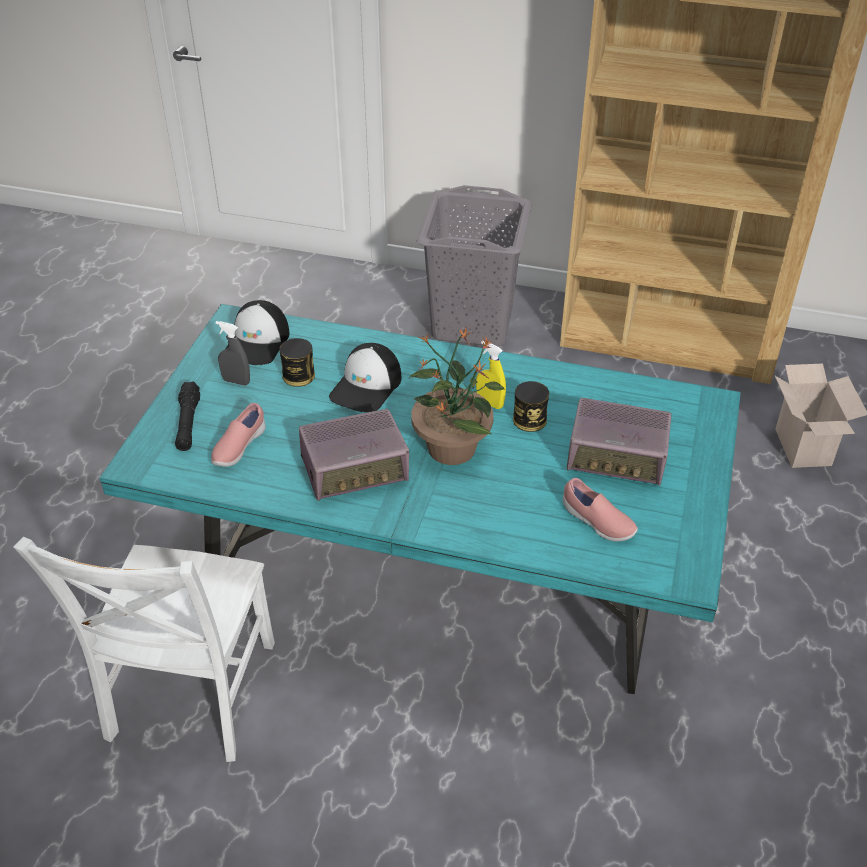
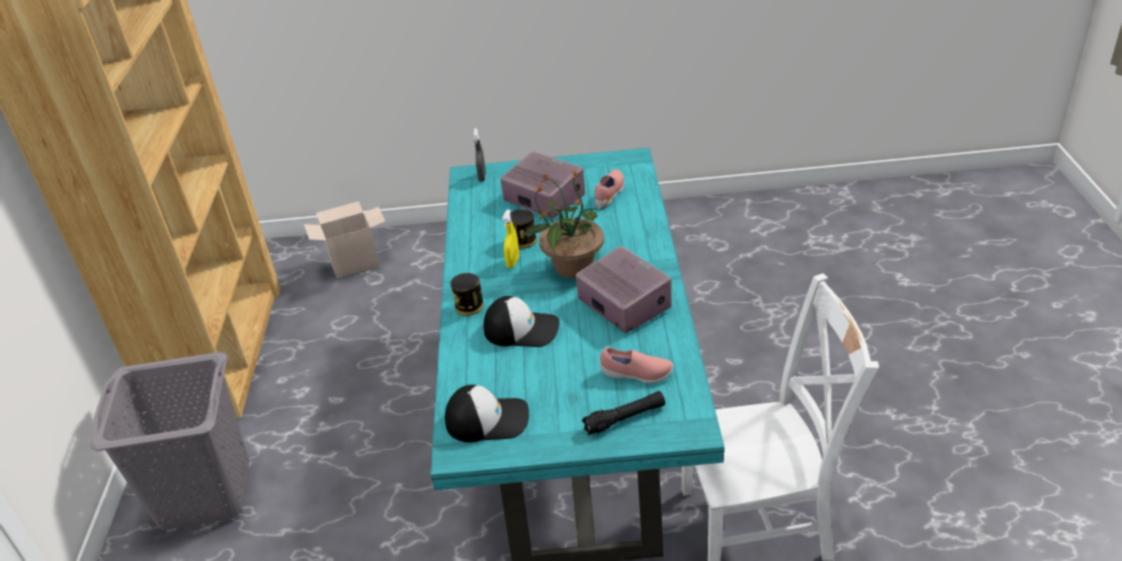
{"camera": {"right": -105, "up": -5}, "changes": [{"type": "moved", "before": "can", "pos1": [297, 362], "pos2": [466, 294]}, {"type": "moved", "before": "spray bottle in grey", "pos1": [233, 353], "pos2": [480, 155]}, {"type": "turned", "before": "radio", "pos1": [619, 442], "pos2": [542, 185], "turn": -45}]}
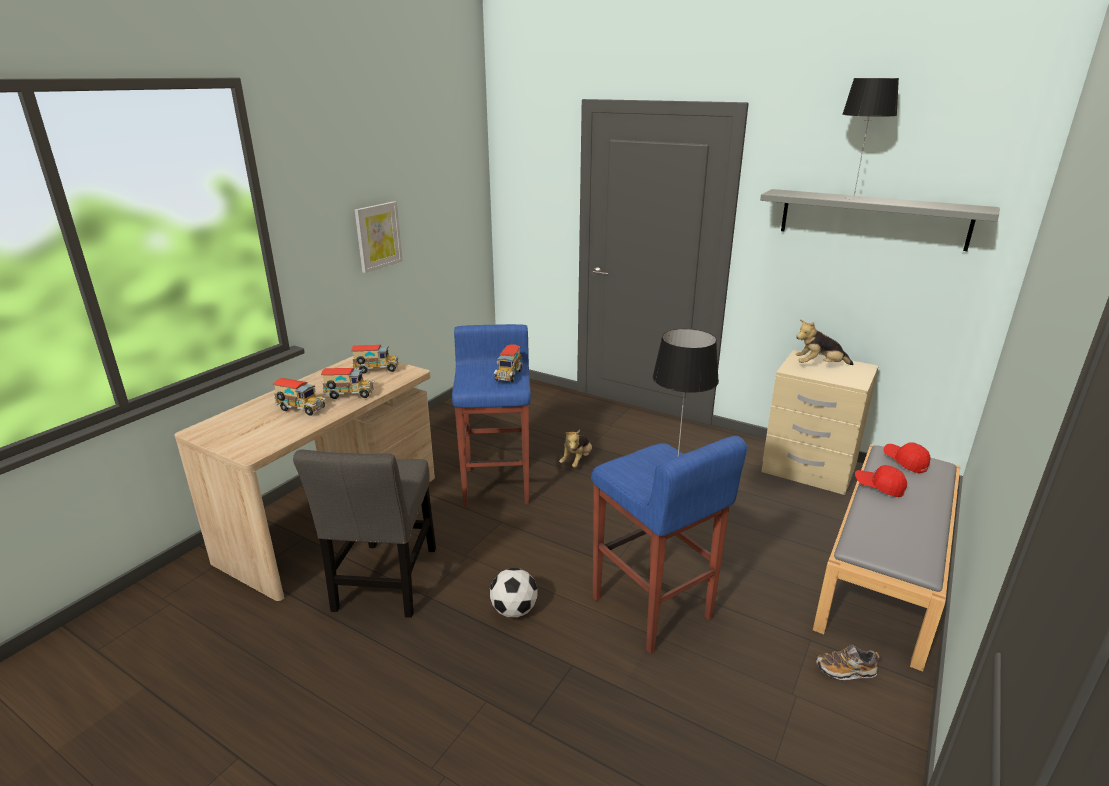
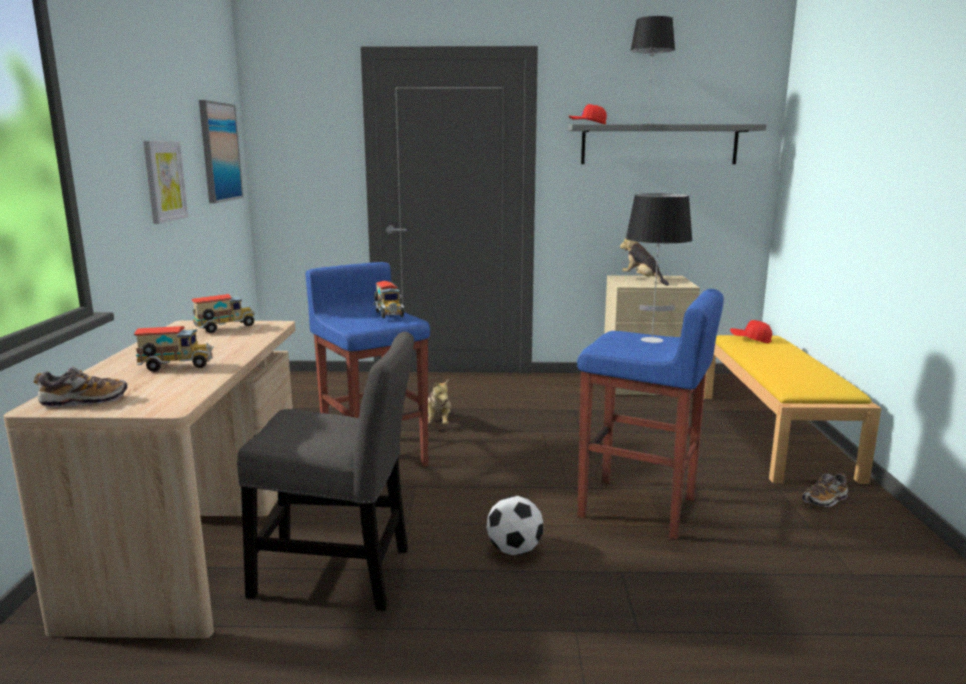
{"camera": {"right": -30, "up": -10}, "changes": [{"type": "added", "after": "shoe", "pos2": [81, 386]}, {"type": "added", "after": "picture", "pos2": [221, 151]}, {"type": "turned", "before": "chair in grey", "pos1": [364, 534], "pos2": [325, 471], "turn": -60}, {"type": "moved", "before": "cap in red", "pos1": [881, 481], "pos2": [588, 114]}, {"type": "turned", "before": "plush toy", "pos1": [825, 342], "pos2": [644, 262], "turn": 90}, {"type": "recoloured", "before": "bench in grey", "after": "bench in yellow", "pos1": [886, 557], "pos2": [792, 409]}, {"type": "removed", "before": "toy truck", "pos1": [347, 383]}]}
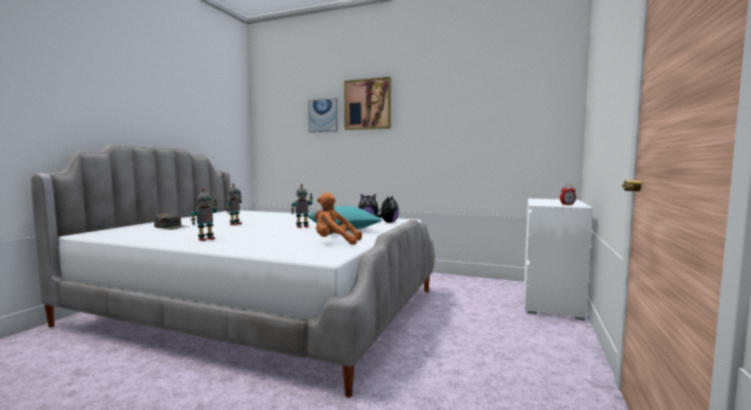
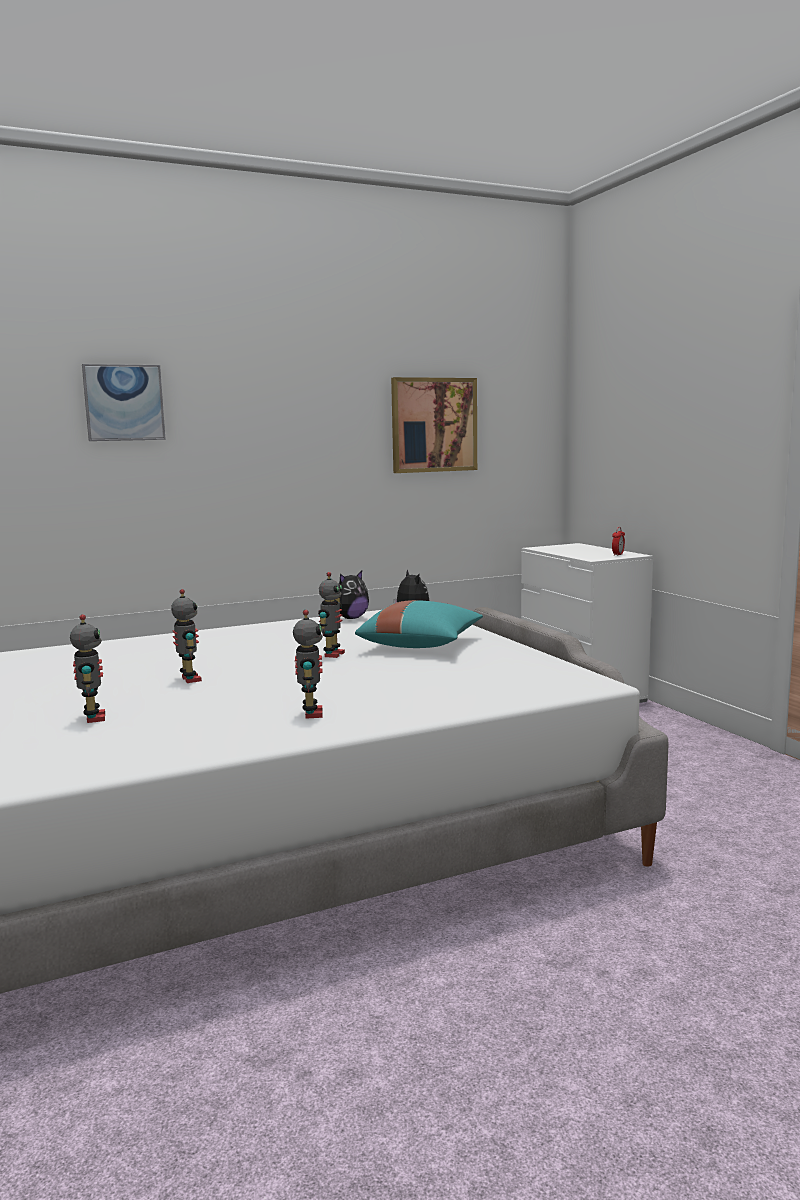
{"camera": {"right": -45, "up": 5}, "changes": [{"type": "replaced", "before": "cap in green", "after": "toy robot", "pos1": [171, 221], "pos2": [87, 668]}, {"type": "moved", "before": "picture", "pos1": [367, 103], "pos2": [434, 425]}, {"type": "removed", "before": "plush toy in orange", "pos1": [339, 218]}]}
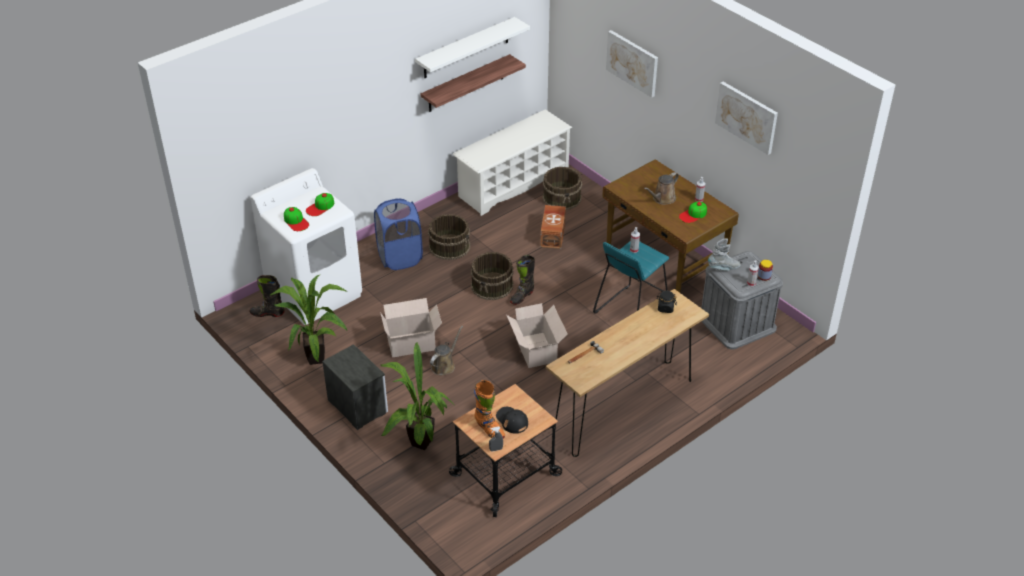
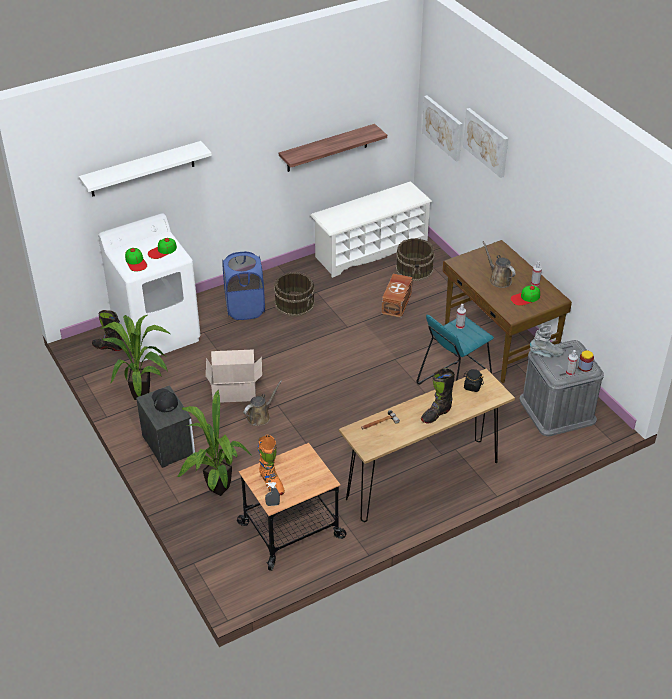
{"camera": {"right": 10, "up": 0}, "changes": [{"type": "moved", "before": "shelf in white", "pos1": [472, 47], "pos2": [145, 168]}, {"type": "moved", "before": "cap in black", "pos1": [512, 420], "pos2": [165, 400]}, {"type": "moved", "before": "boot in black", "pos1": [522, 280], "pos2": [438, 395]}, {"type": "moved", "before": "picture", "pos1": [746, 118], "pos2": [442, 128]}, {"type": "turned", "before": "watering can in brown", "pos1": [661, 188], "pos2": [499, 264], "turn": 90}, {"type": "removed", "before": "bucket in brown", "pos1": [492, 276]}, {"type": "removed", "before": "cardboard box", "pos1": [537, 335]}]}
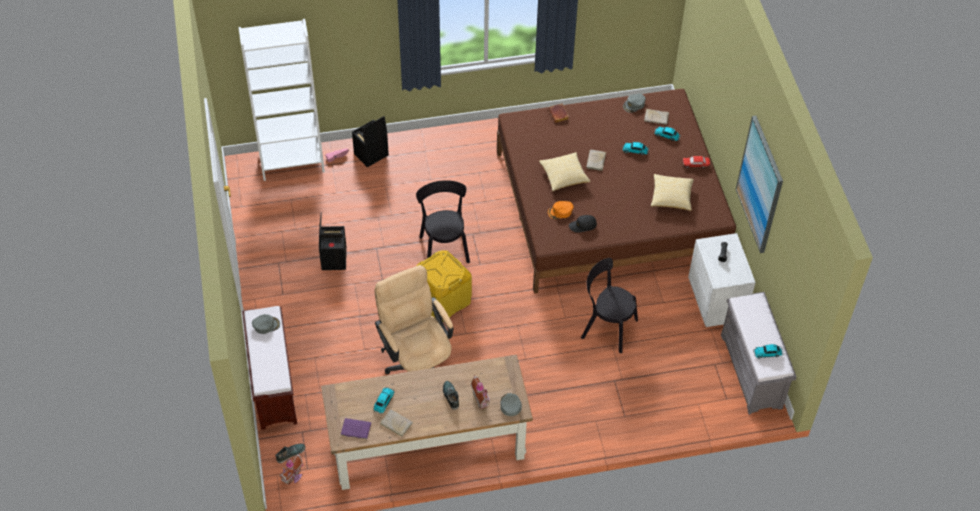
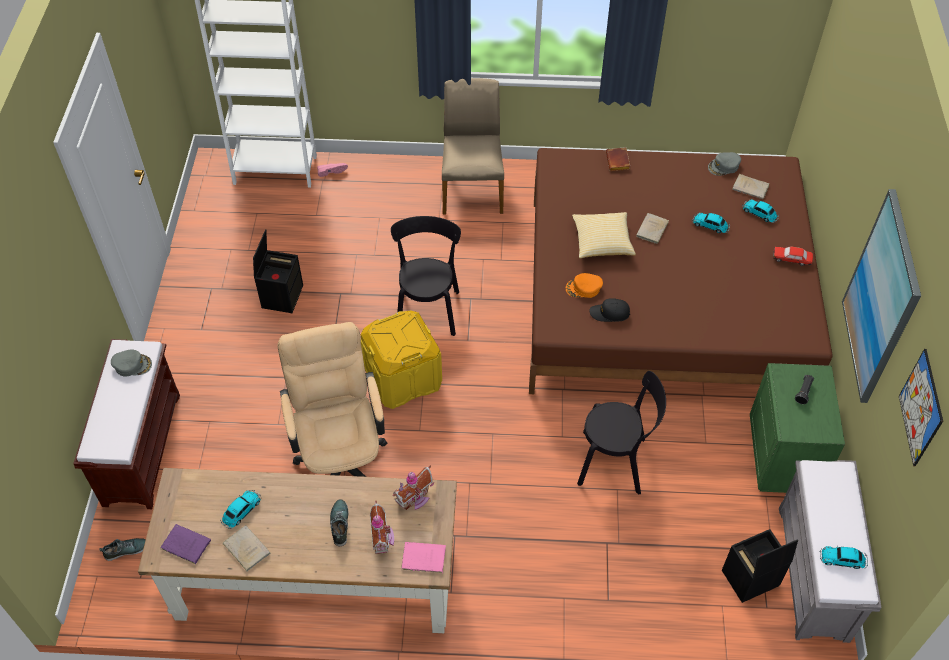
{"camera": {"right": 15, "up": 0}, "changes": [{"type": "moved", "before": "toy house", "pos1": [291, 469], "pos2": [413, 487]}, {"type": "replaced", "before": "cap in grey", "after": "book in pink", "pos1": [511, 404], "pos2": [423, 557]}, {"type": "added", "after": "chair in beige", "pos2": [473, 146]}, {"type": "turned", "before": "chair in black", "pos1": [609, 305], "pos2": [621, 432], "turn": 150}, {"type": "moved", "before": "storage box in black", "pos1": [370, 141], "pos2": [760, 566]}, {"type": "recoloured", "before": "nightstand in white", "after": "nightstand in green", "pos1": [722, 280], "pos2": [797, 428]}, {"type": "added", "after": "picture", "pos2": [921, 407]}, {"type": "removed", "before": "pillow", "pos1": [672, 192]}]}
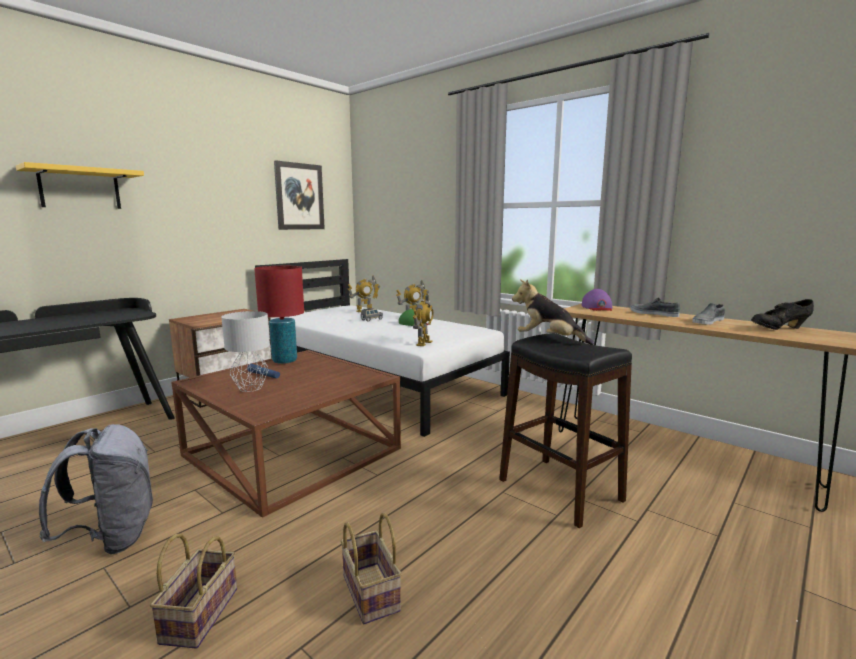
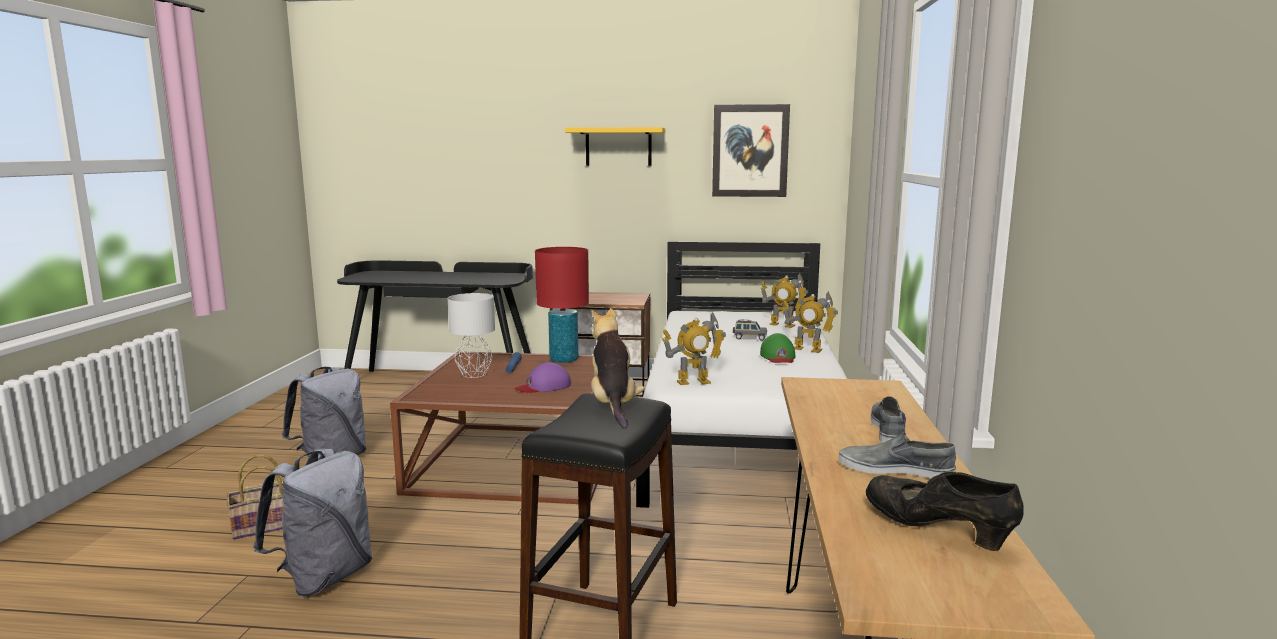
{"camera": {"right": 55, "up": 0}, "changes": [{"type": "replaced", "before": "basket", "after": "backpack in grey", "pos1": [371, 568], "pos2": [312, 523]}, {"type": "moved", "before": "cap in purple", "pos1": [597, 300], "pos2": [543, 377]}, {"type": "moved", "before": "shelf in yellow", "pos1": [80, 185], "pos2": [615, 146]}]}
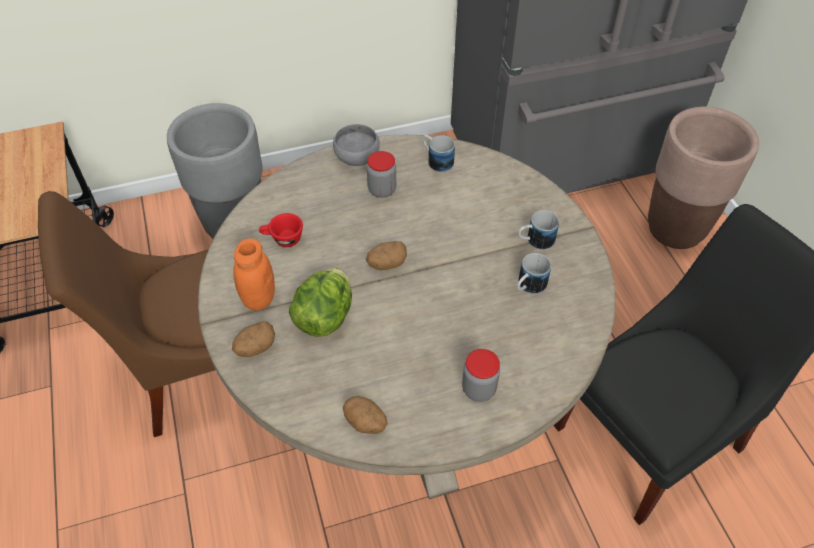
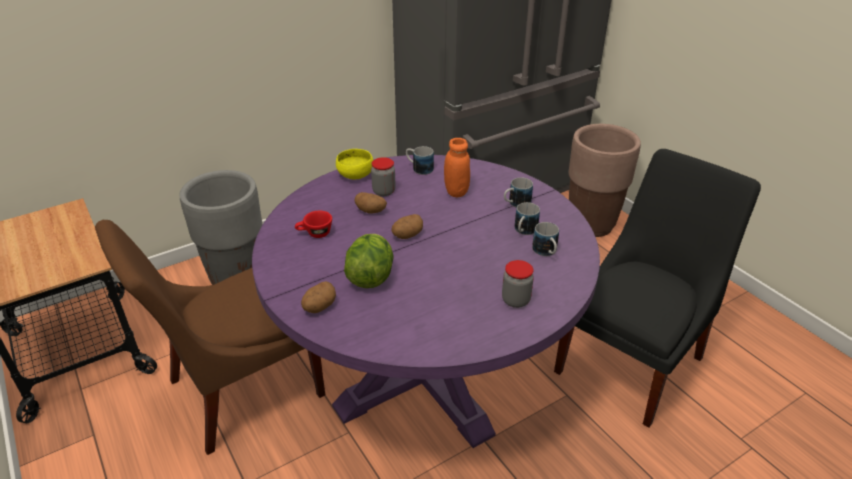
{"camera": {"right": -15, "up": -15}, "changes": [{"type": "recoloured", "before": "dining table in beige", "after": "dining table in purple", "pos1": [407, 317], "pos2": [426, 301]}, {"type": "recoloured", "before": "bowl in grey", "after": "bowl in yellow", "pos1": [356, 145], "pos2": [354, 164]}, {"type": "moved", "before": "potato", "pos1": [365, 415], "pos2": [370, 203]}, {"type": "moved", "before": "jar in orange", "pos1": [254, 274], "pos2": [457, 167]}, {"type": "added", "after": "mug", "pos2": [545, 239]}]}
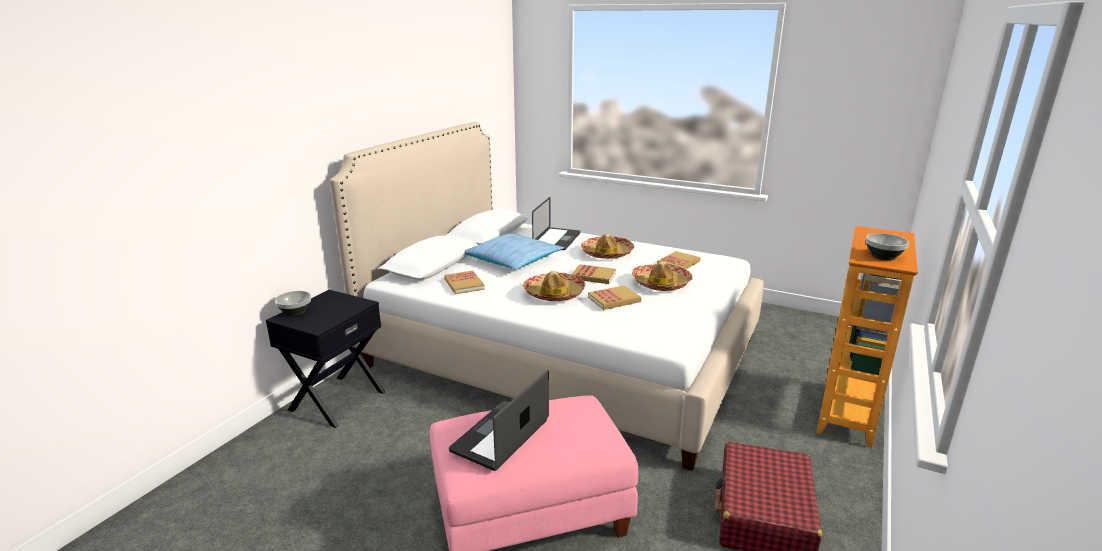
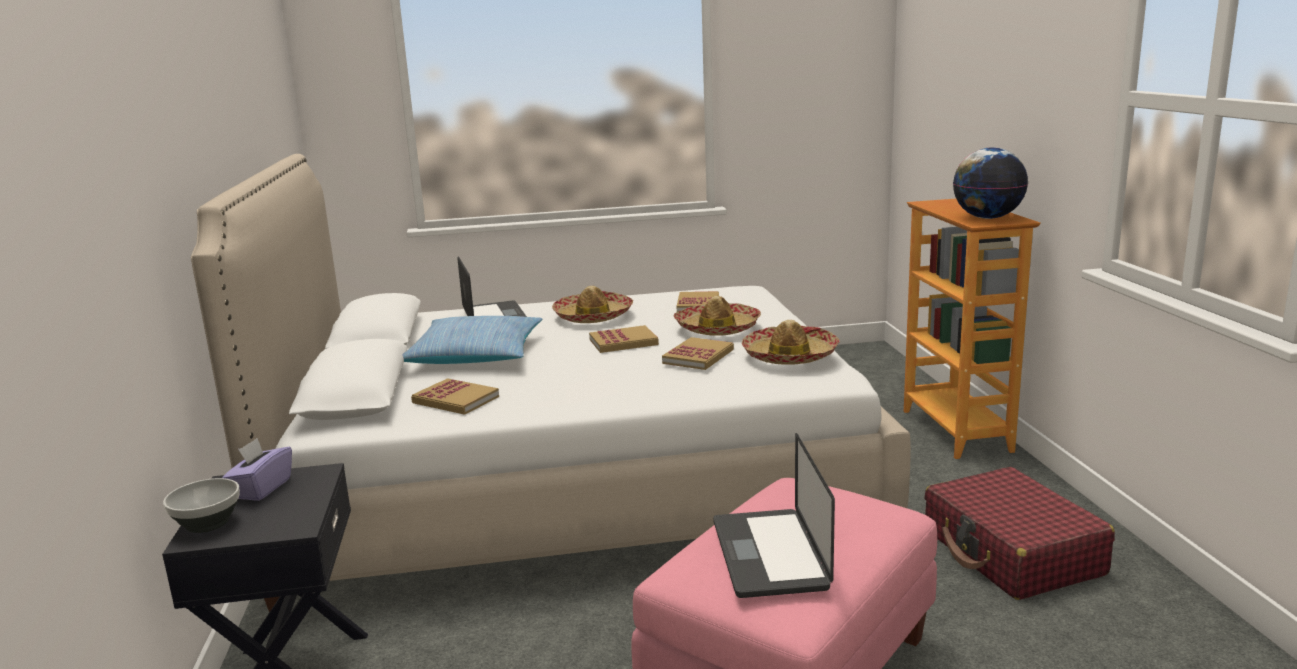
{"camera": {"right": -35, "up": -5}, "changes": [{"type": "added", "after": "tissue box in purple", "pos2": [257, 469]}, {"type": "moved", "before": "hat", "pos1": [554, 286], "pos2": [791, 342]}, {"type": "replaced", "before": "bowl", "after": "globe", "pos1": [887, 246], "pos2": [990, 183]}]}
